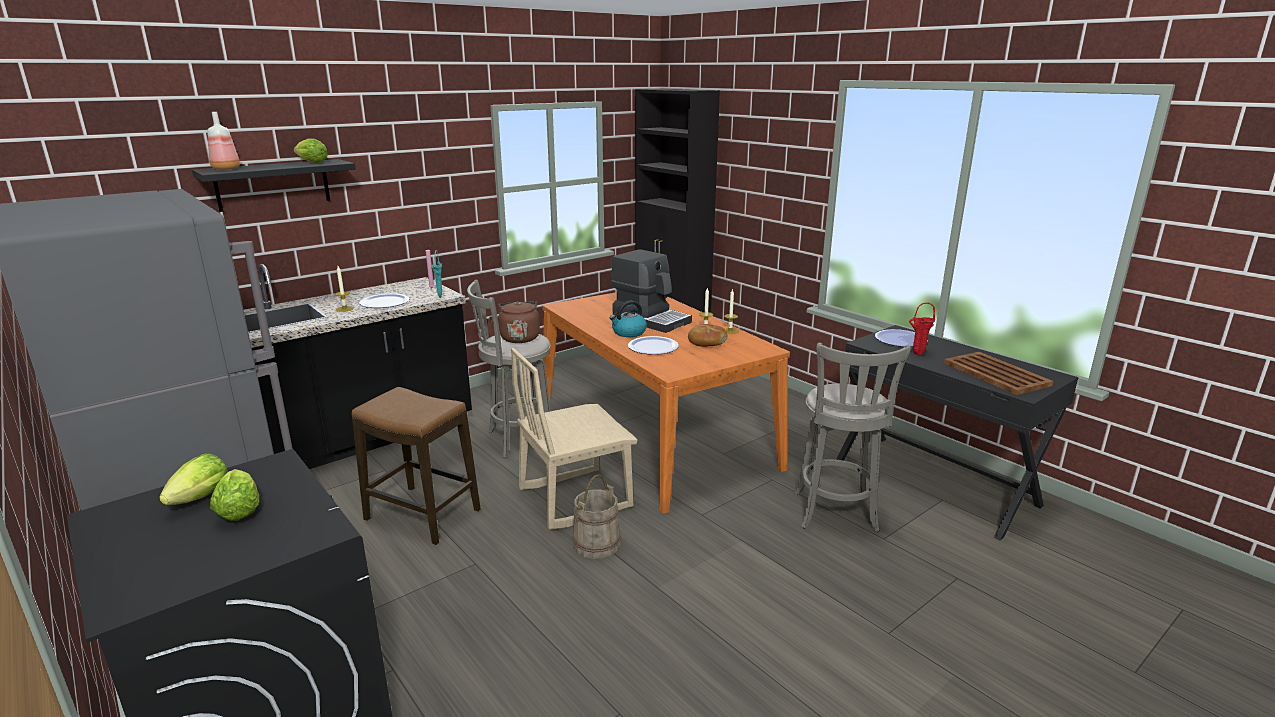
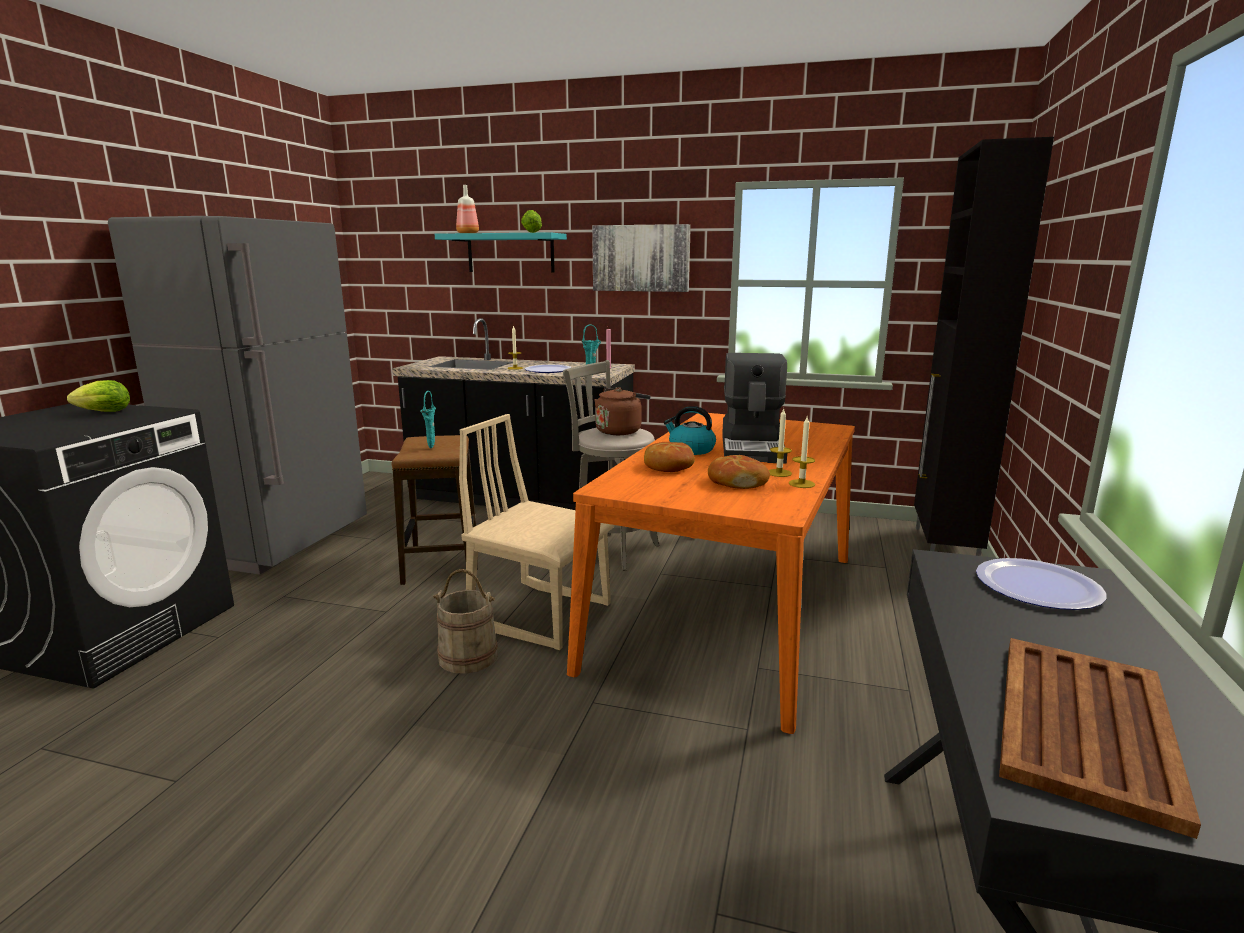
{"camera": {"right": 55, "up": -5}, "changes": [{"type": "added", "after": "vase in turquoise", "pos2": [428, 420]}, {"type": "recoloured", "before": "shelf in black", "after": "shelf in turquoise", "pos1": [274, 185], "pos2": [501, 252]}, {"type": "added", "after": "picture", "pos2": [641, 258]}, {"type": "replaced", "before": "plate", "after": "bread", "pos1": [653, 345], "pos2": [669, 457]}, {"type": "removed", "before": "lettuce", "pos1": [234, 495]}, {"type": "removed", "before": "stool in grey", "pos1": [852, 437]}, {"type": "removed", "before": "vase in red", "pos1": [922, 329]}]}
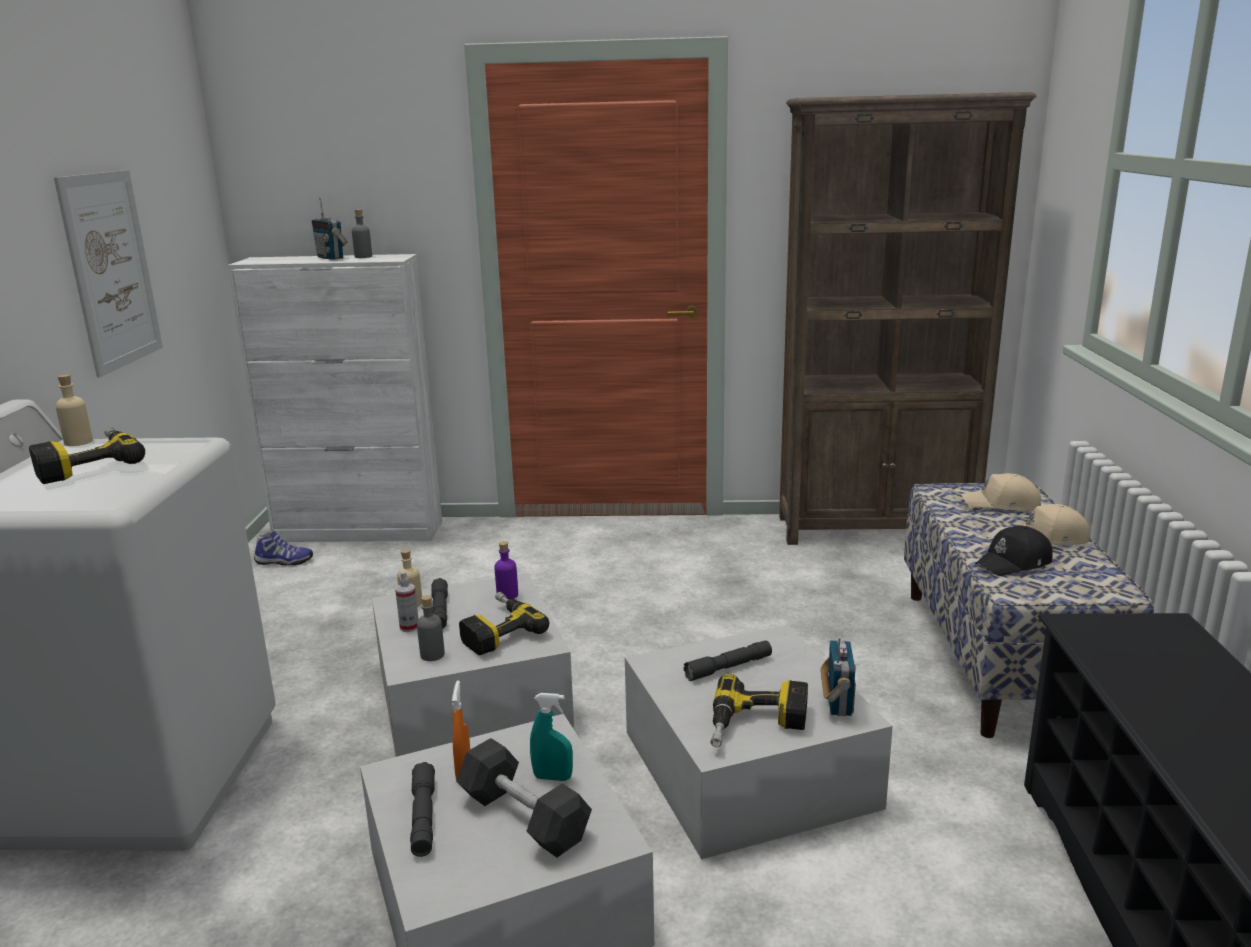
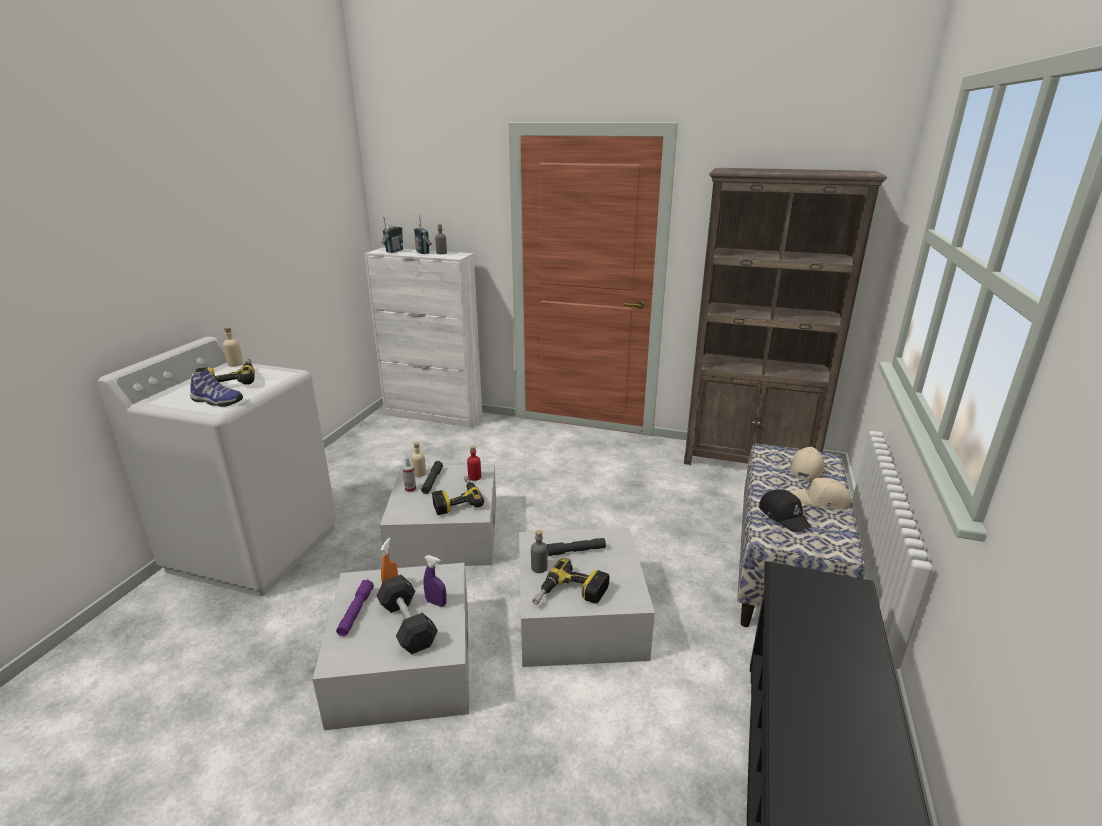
{"camera": {"right": 15, "up": 5}, "changes": [{"type": "moved", "before": "shoe", "pos1": [283, 548], "pos2": [216, 388]}, {"type": "recoloured", "before": "flashlight in grey", "after": "flashlight in purple", "pos1": [422, 809], "pos2": [355, 607]}, {"type": "moved", "before": "radio", "pos1": [838, 676], "pos2": [392, 234]}, {"type": "recoloured", "before": "spray bottle in turquoise", "after": "spray bottle in purple", "pos1": [551, 737], "pos2": [435, 581]}, {"type": "recoloured", "before": "bottle in purple", "after": "bottle in red", "pos1": [506, 570], "pos2": [474, 463]}, {"type": "moved", "before": "bottle in grey", "pos1": [431, 628], "pos2": [539, 551]}, {"type": "turned", "before": "cap in black", "pos1": [1014, 550], "pos2": [785, 510], "turn": -105}, {"type": "turned", "before": "cap in beige", "pos1": [1001, 492], "pos2": [807, 464], "turn": 90}, {"type": "removed", "before": "picture", "pos1": [108, 273]}]}
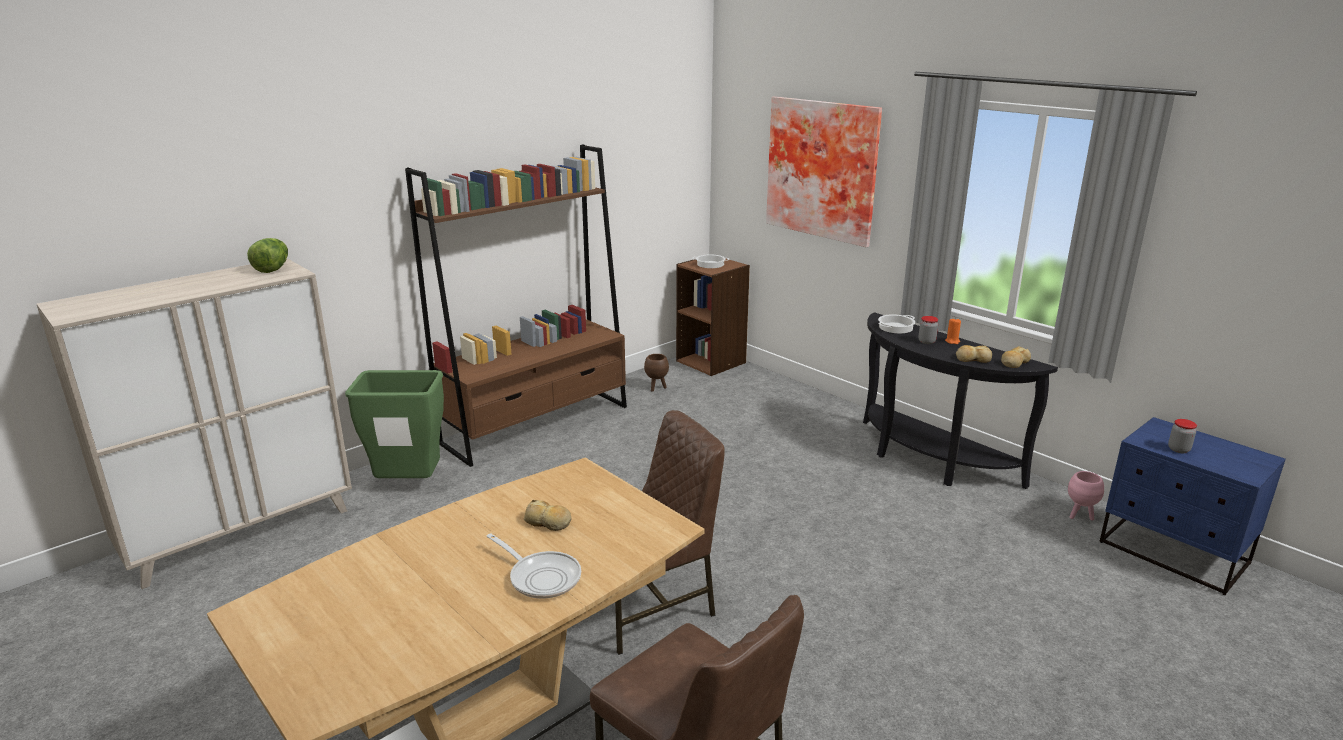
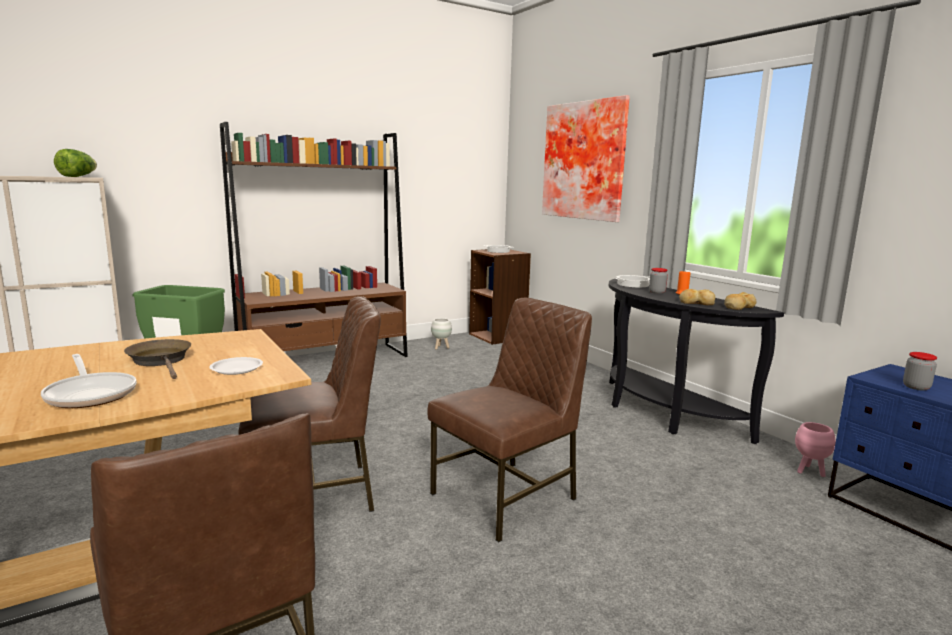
{"camera": {"right": 10, "up": -10}, "changes": [{"type": "replaced", "before": "bread", "after": "frying pan in brown", "pos1": [547, 515], "pos2": [157, 359]}, {"type": "added", "after": "plate in white", "pos2": [236, 366]}, {"type": "added", "after": "chair in brown", "pos2": [509, 420]}, {"type": "recoloured", "before": "planter in brown", "after": "planter in white", "pos1": [656, 373], "pos2": [441, 334]}]}
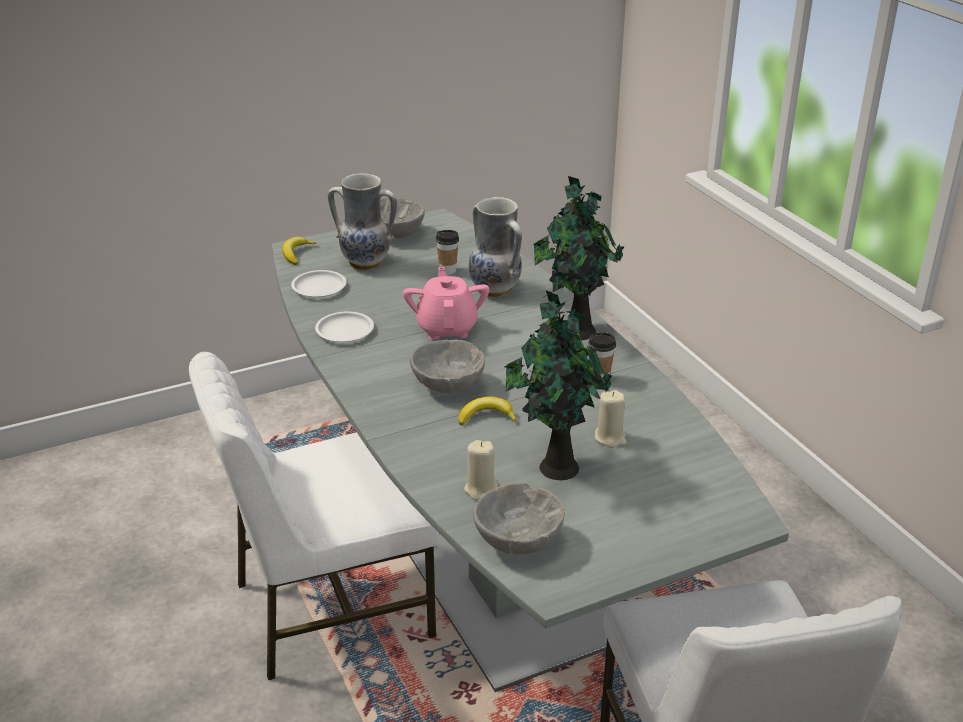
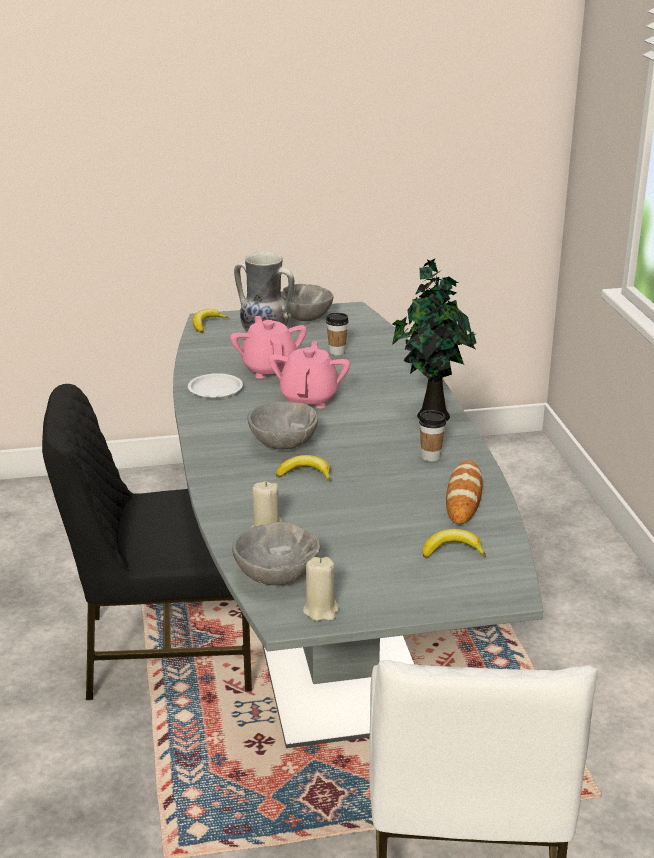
{"camera": {"right": 15, "up": -5}, "changes": [{"type": "recoloured", "before": "chair in white", "after": "chair in black", "pos1": [314, 516], "pos2": [147, 542]}, {"type": "added", "after": "teapot in pink", "pos2": [268, 347]}, {"type": "moved", "before": "candle in beige", "pos1": [611, 419], "pos2": [321, 589]}, {"type": "added", "after": "banana", "pos2": [454, 543]}, {"type": "added", "after": "bread", "pos2": [464, 492]}, {"type": "removed", "before": "plate in white", "pos1": [319, 283]}, {"type": "removed", "before": "vase", "pos1": [495, 247]}, {"type": "removed", "before": "potted plant", "pos1": [558, 385]}]}
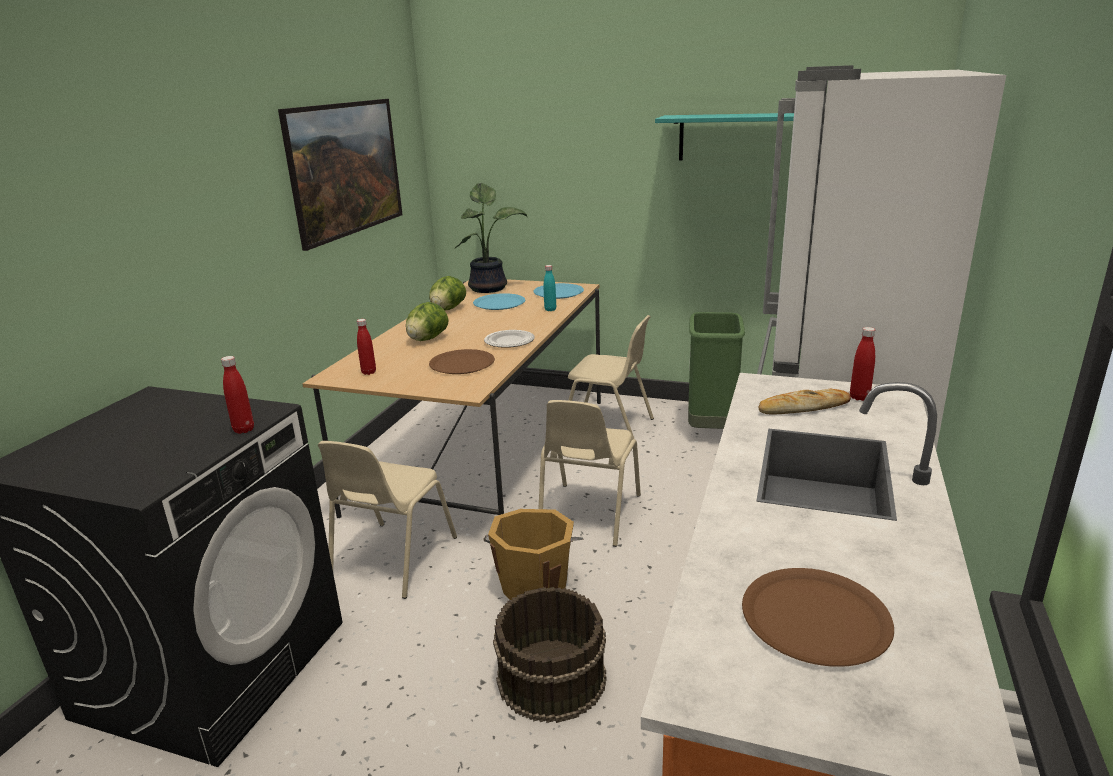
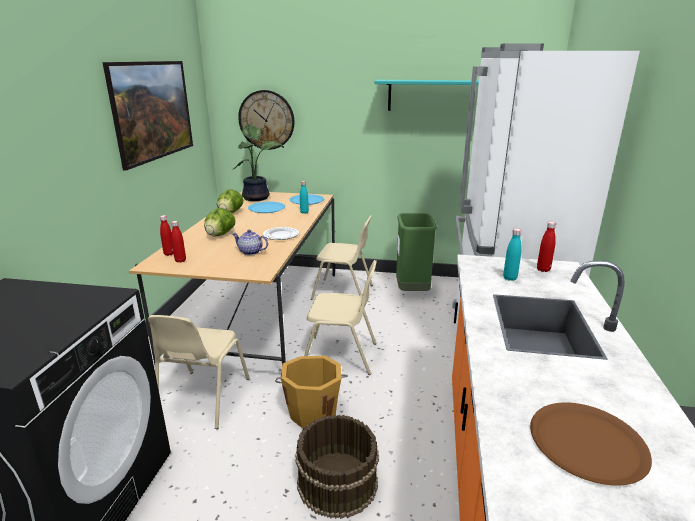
{"camera": {"right": -10, "up": 0}, "changes": [{"type": "moved", "before": "bottle in red", "pos1": [237, 395], "pos2": [167, 235]}, {"type": "replaced", "before": "plate in brown", "after": "teapot", "pos1": [462, 361], "pos2": [250, 242]}, {"type": "added", "after": "wall clock", "pos2": [266, 120]}, {"type": "turned", "before": "chair in beige", "pos1": [589, 473], "pos2": [340, 317], "turn": -90}, {"type": "replaced", "before": "bread", "after": "bottle in turquoise", "pos1": [804, 401], "pos2": [512, 254]}]}
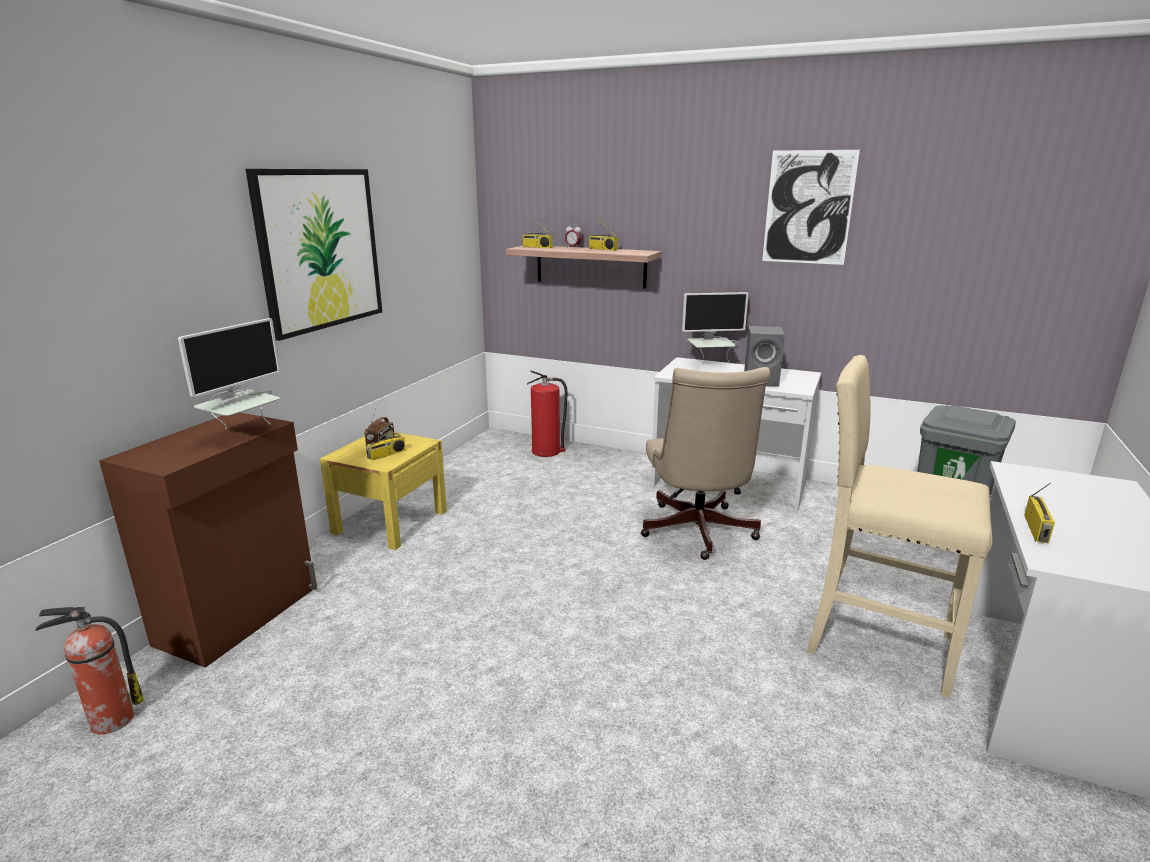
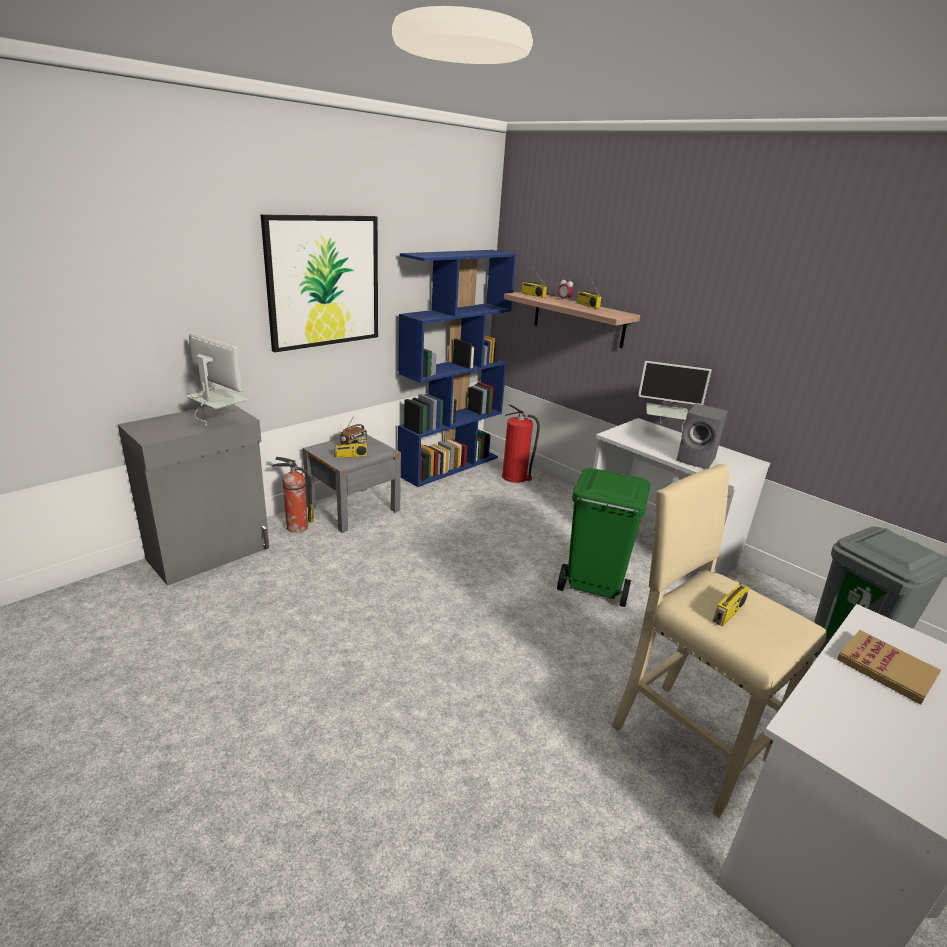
{"camera": {"right": 20, "up": 5}, "changes": [{"type": "recoloured", "before": "cabinet in brown", "after": "cabinet in grey", "pos1": [208, 540], "pos2": [194, 495]}, {"type": "turned", "before": "monitor", "pos1": [229, 373], "pos2": [217, 379], "turn": -105}, {"type": "moved", "before": "fire extinguisher", "pos1": [90, 671], "pos2": [293, 495]}, {"type": "recoloured", "before": "nightstand in yellow", "after": "nightstand in grey", "pos1": [383, 491], "pos2": [352, 484]}, {"type": "added", "after": "bookcase in blue", "pos2": [457, 368]}, {"type": "replaced", "before": "office chair in beige", "after": "trash can in green", "pos1": [705, 463], "pos2": [604, 537]}, {"type": "moved", "before": "radio", "pos1": [1039, 513], "pos2": [731, 600]}, {"type": "added", "after": "book", "pos2": [889, 667]}, {"type": "removed", "before": "picture", "pos1": [811, 207]}]}
